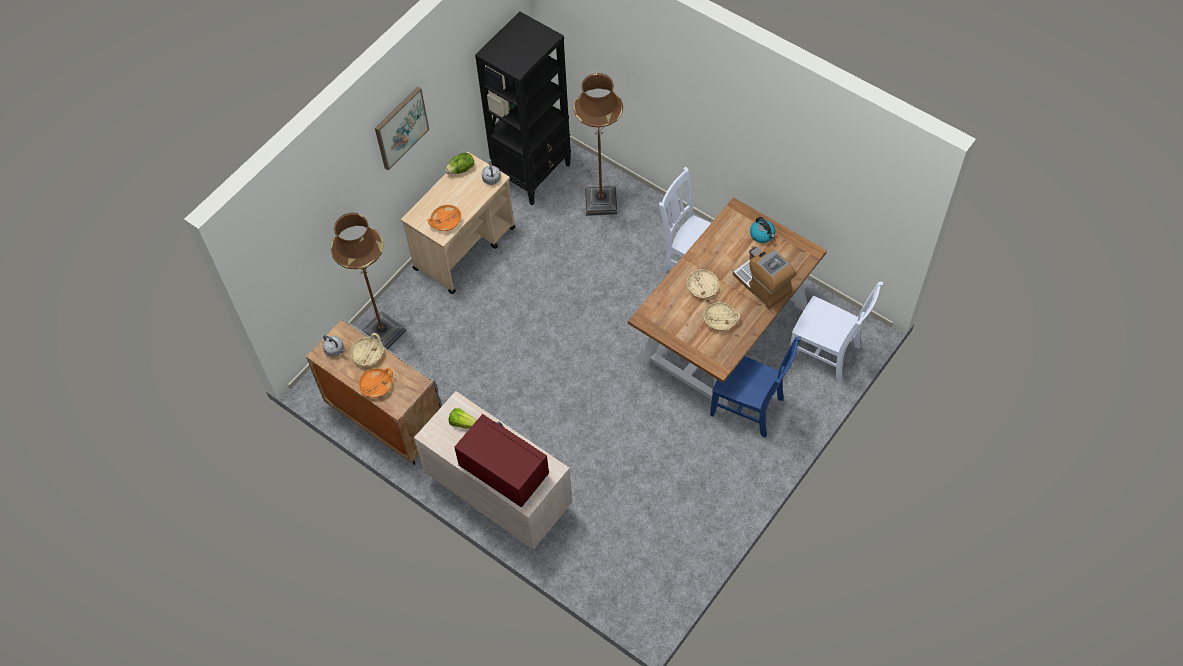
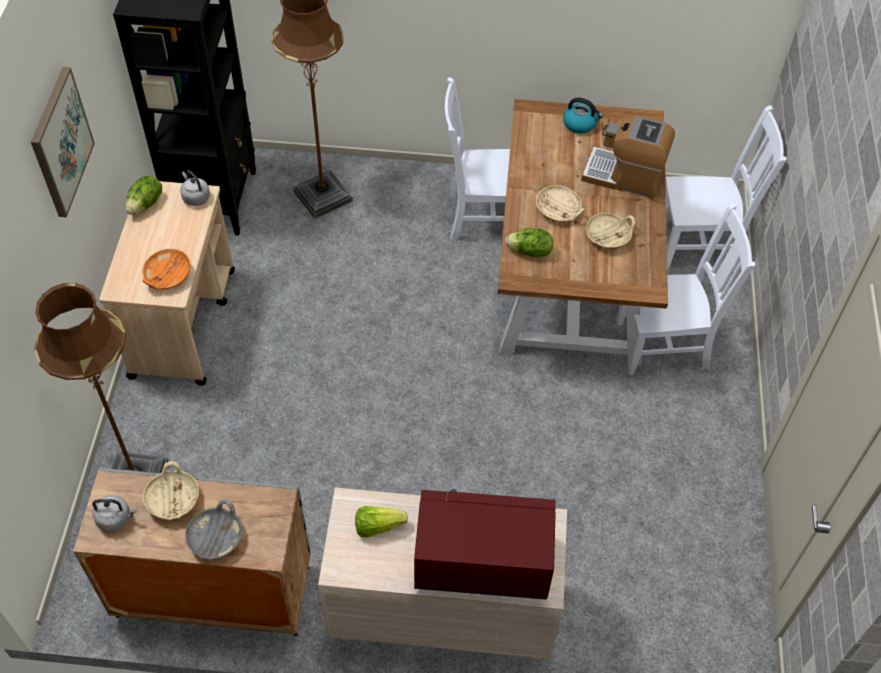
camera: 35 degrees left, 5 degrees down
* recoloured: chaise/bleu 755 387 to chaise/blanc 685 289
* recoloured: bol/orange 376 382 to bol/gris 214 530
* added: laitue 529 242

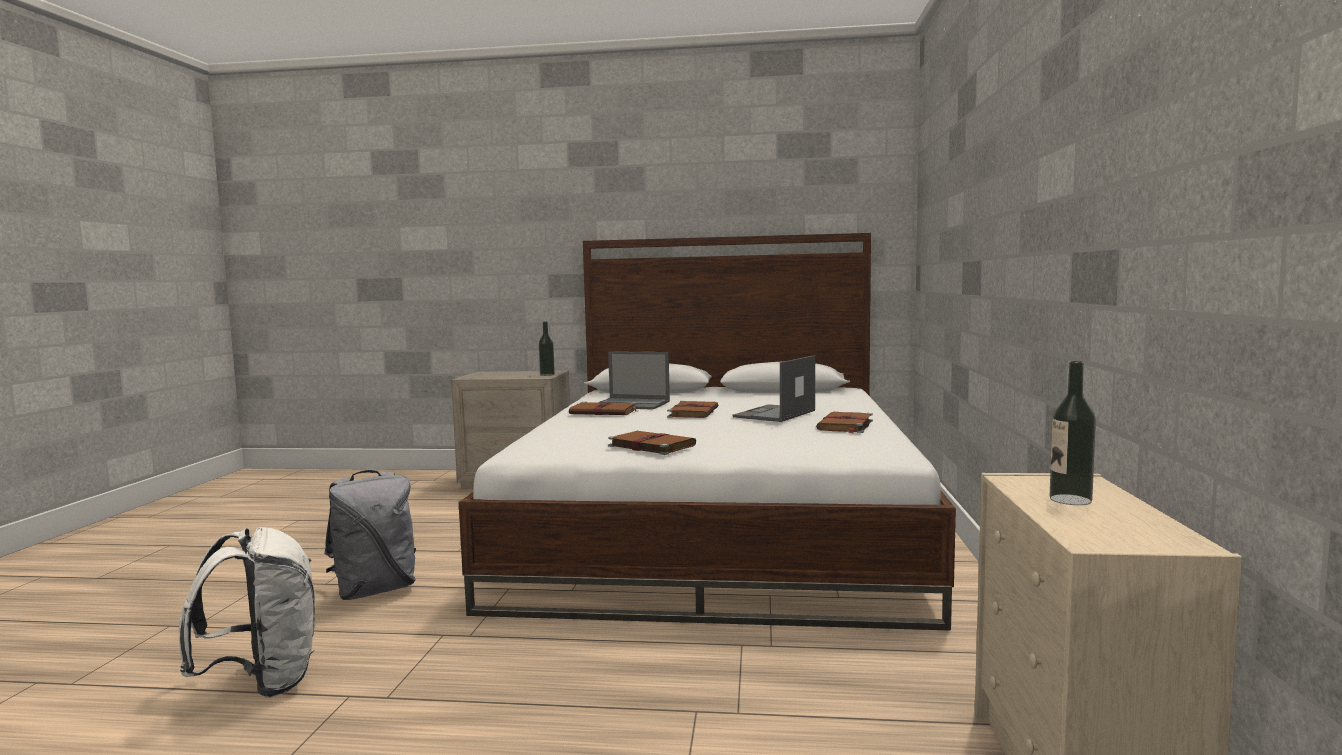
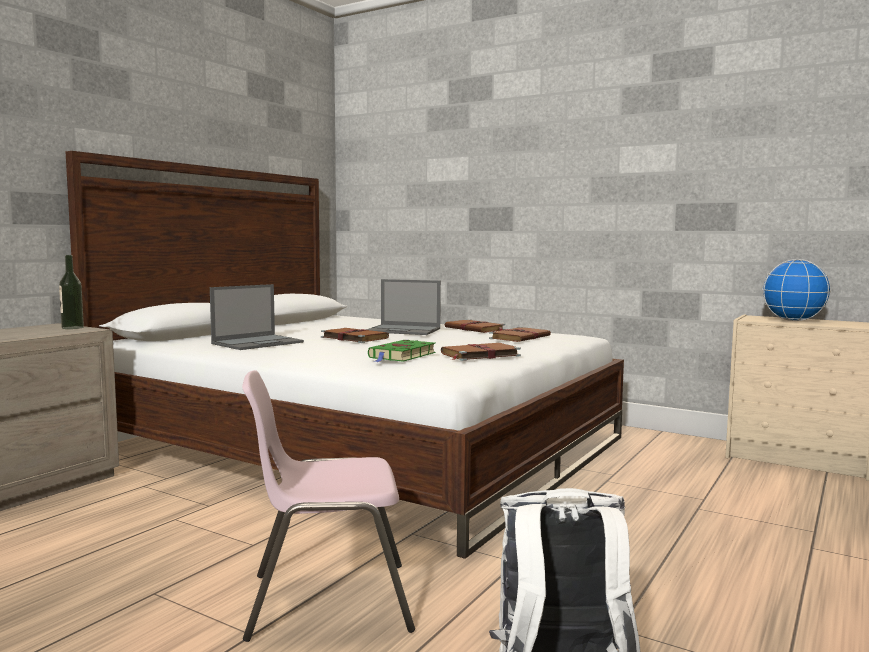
camera: 65 degrees left, 0 degrees up
* turned: ordinateur portable 774 388 = 403 307 45 degrees counterclockwise
* replaced: bouteille 1072 433 to globe 796 290
* moved: livre/marron 603 408 to 520 334
* replaced: sac à dos/gris 370 535 to chaise/rose 328 506
* added: livre/vert 402 351

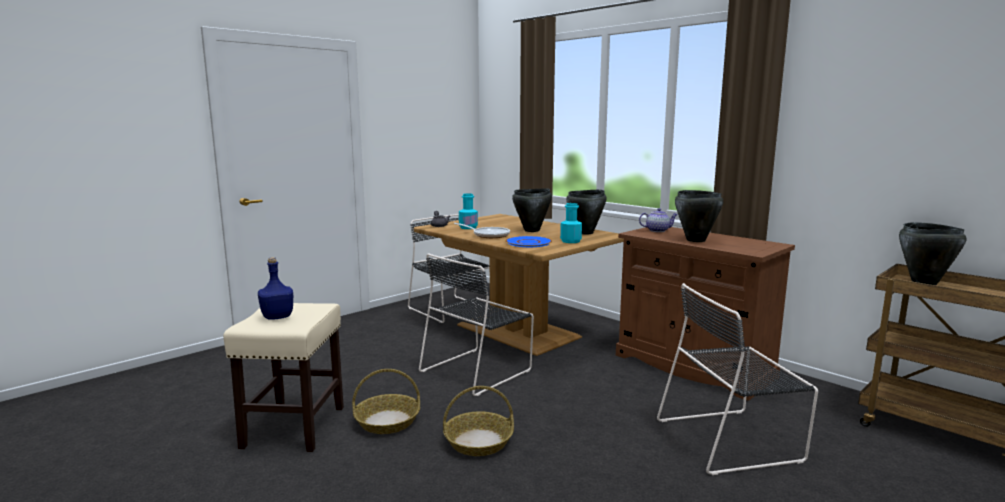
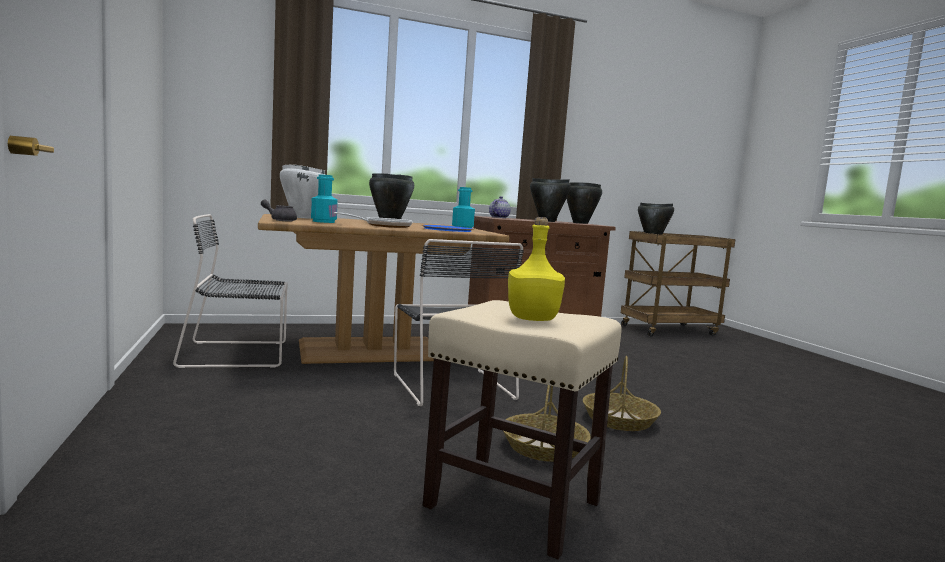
camera: 65 degrees left, 5 degrees down
* moved: marmite/noir 586 212 to 584 203
* recoloured: bouteille/bleu 275 288 to bouteille/jaune 536 269
* removed: chaise/noir 737 379
* added: marmite/blanc 303 191

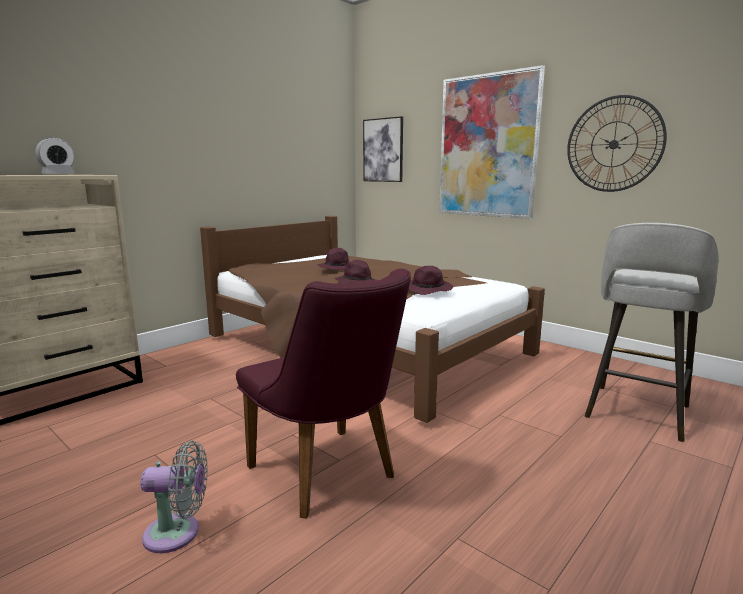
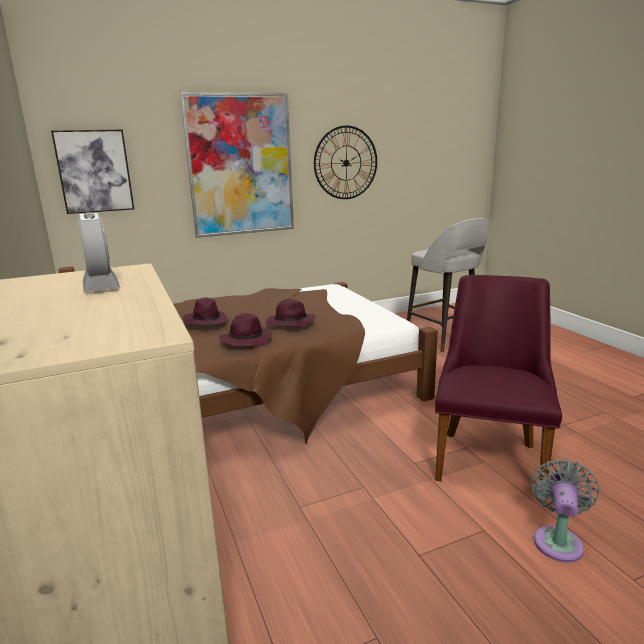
camera: 65 degrees left, 5 degrees up
* moved: chapeau/violet 430 280 to 246 329
* turned: chaise/violet 323 393 = 498 378 60 degrees counterclockwise

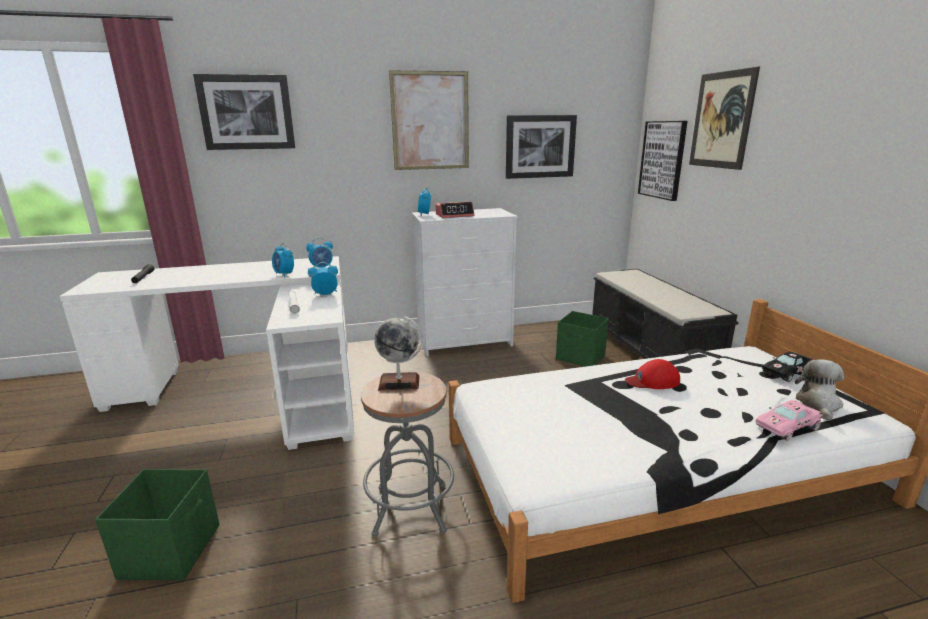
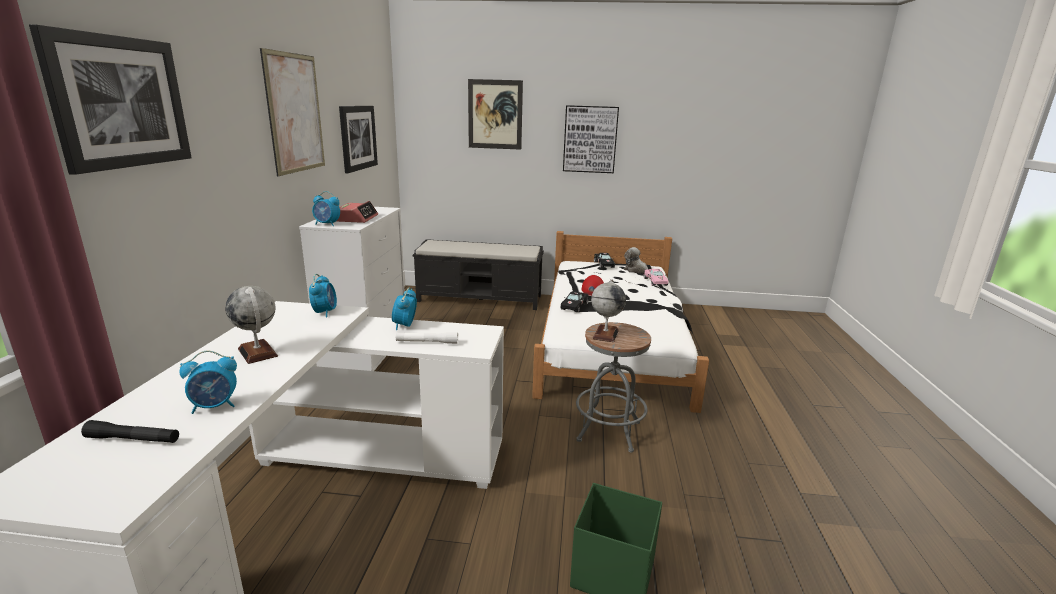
camera: 70 degrees left, 0 degrees up
* moved: tableau 663 161 to 591 139
* moved: réveil 283 260 to 208 382
* removed: boîte de rangement/vert 582 339
* added: globe 251 325
* added: petite voiture/noir 575 301

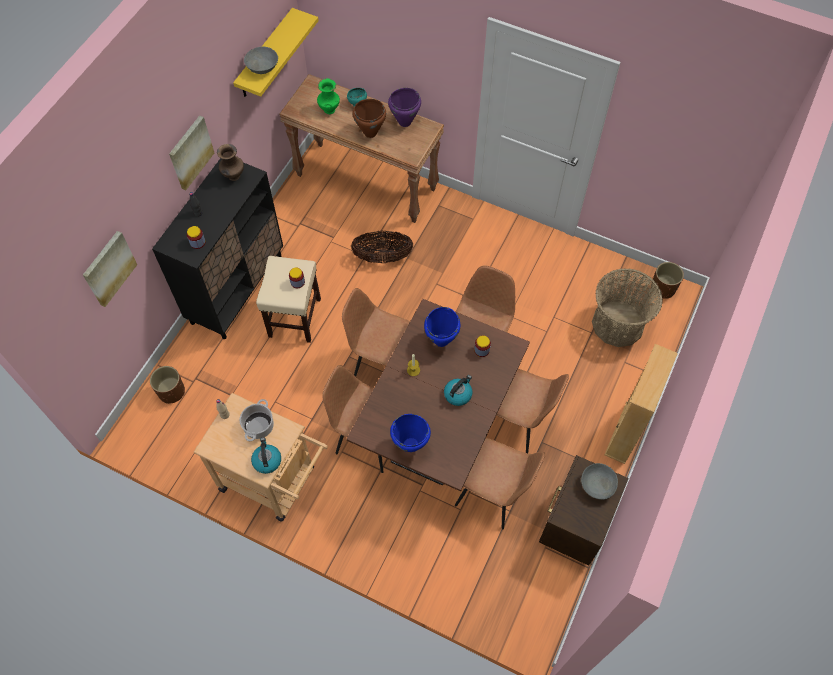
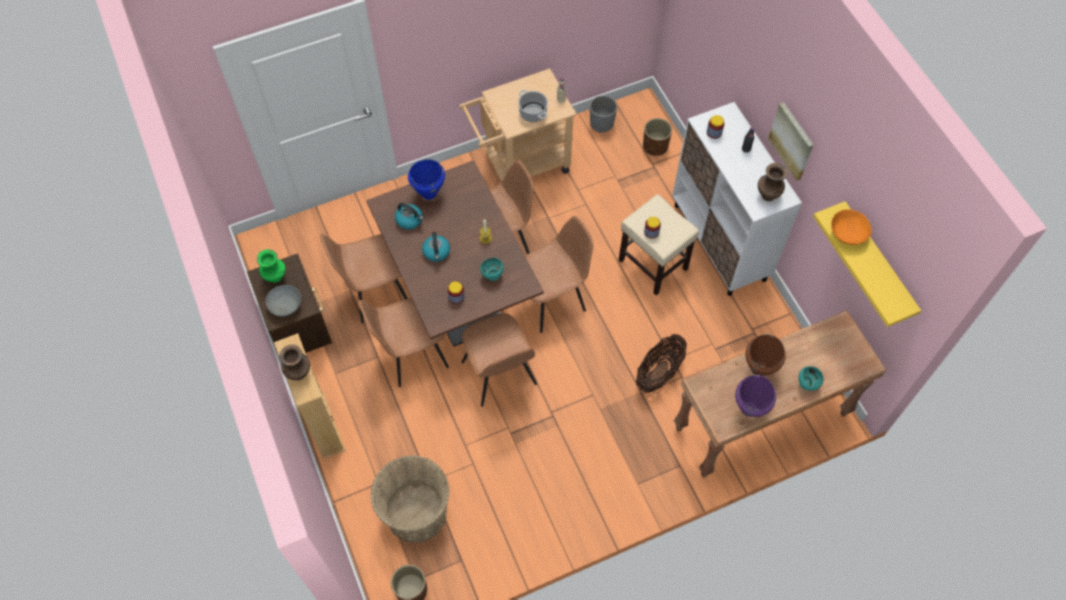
camera: 130 degrees right, 0 degrees up
* recoloured: bol/gris 261 60 to bol/orange 851 227
* moved: vase/vert 328 96 to 271 266
* recoloured: meuble de rangement/noir 217 248 to meuble de rangement/blanc 737 199
* removed: tableau 110 269
* replaced: marmite/bleu 442 327 to bol/turquoise 492 269
* moved: bouilloire 266 455 to 409 216
* added: cache-pot/gris 603 114
* added: vase/marron 294 362

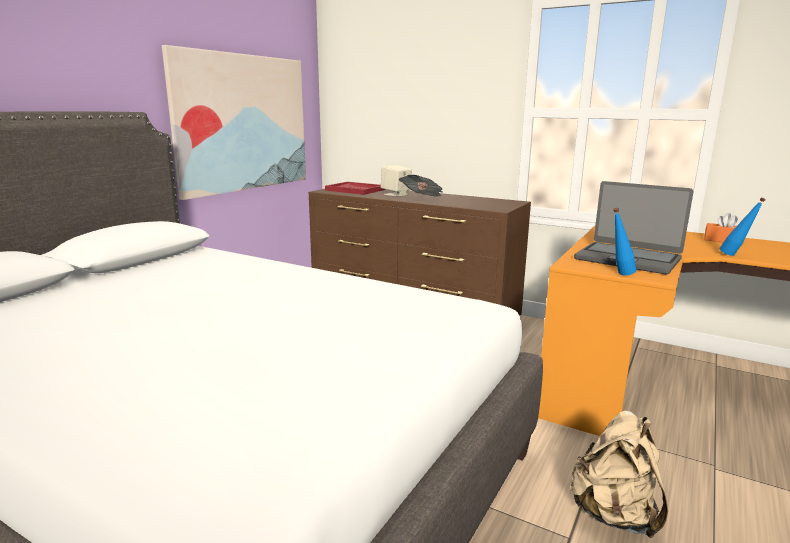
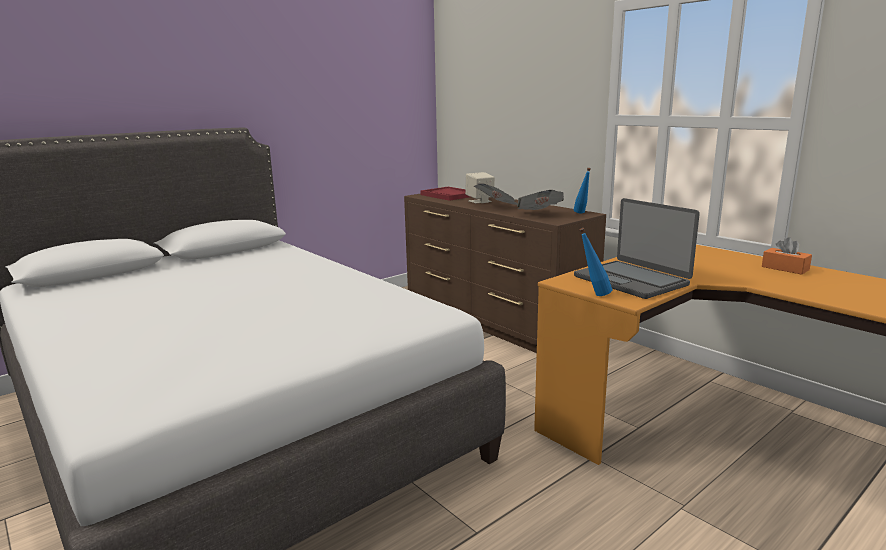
camera: 20 degrees right, 0 degrees up
* removed: tableau 234 122
* moved: bouteille/bleu 743 227 to 582 190
* removed: sac à dos/beige 618 474
* added: journal 540 200

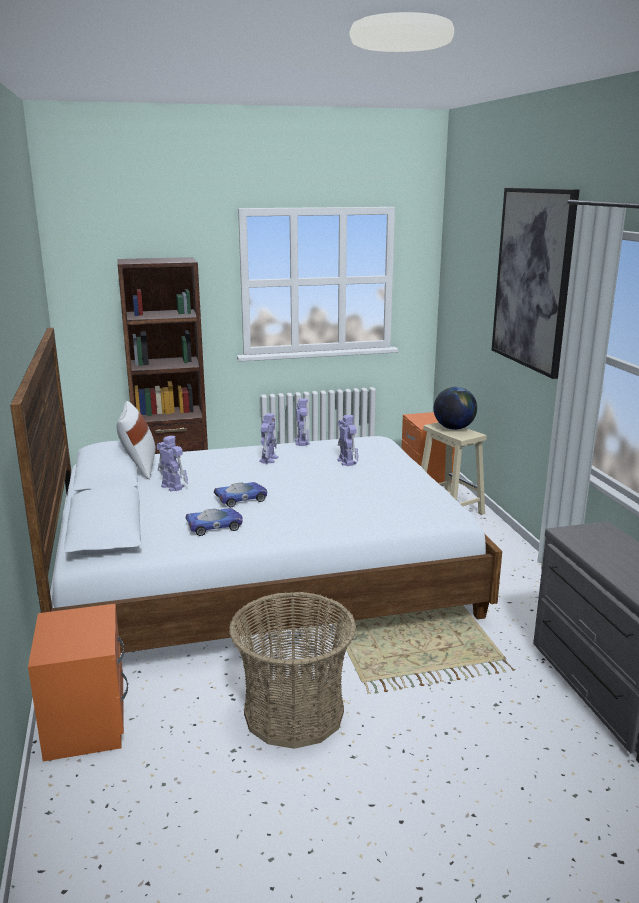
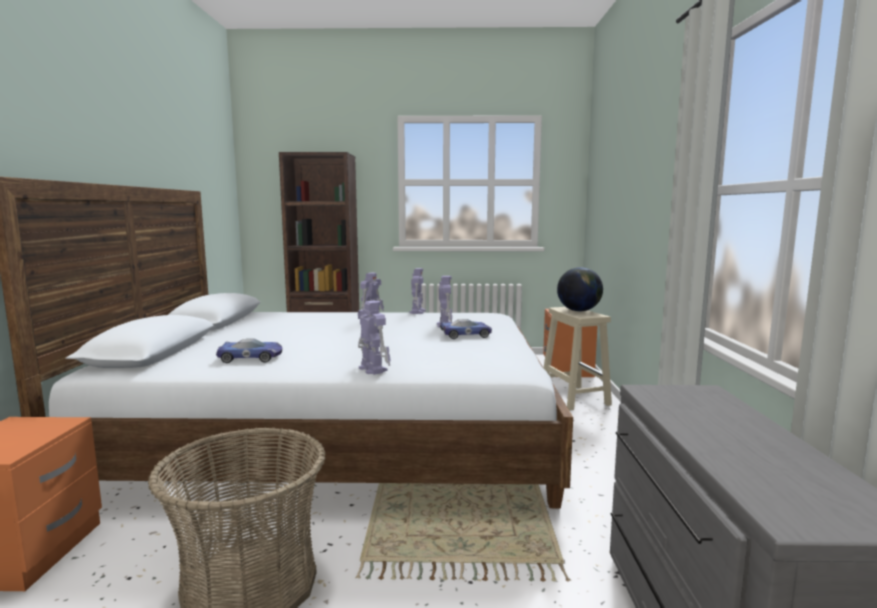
camera: 15 degrees right, 10 degrees down
* removed: tableau 536 283
* removed: coussin/blanc 136 440
* moved: robot jouet 172 463 to 374 338
* moved: petite voiture 240 494 to 466 329

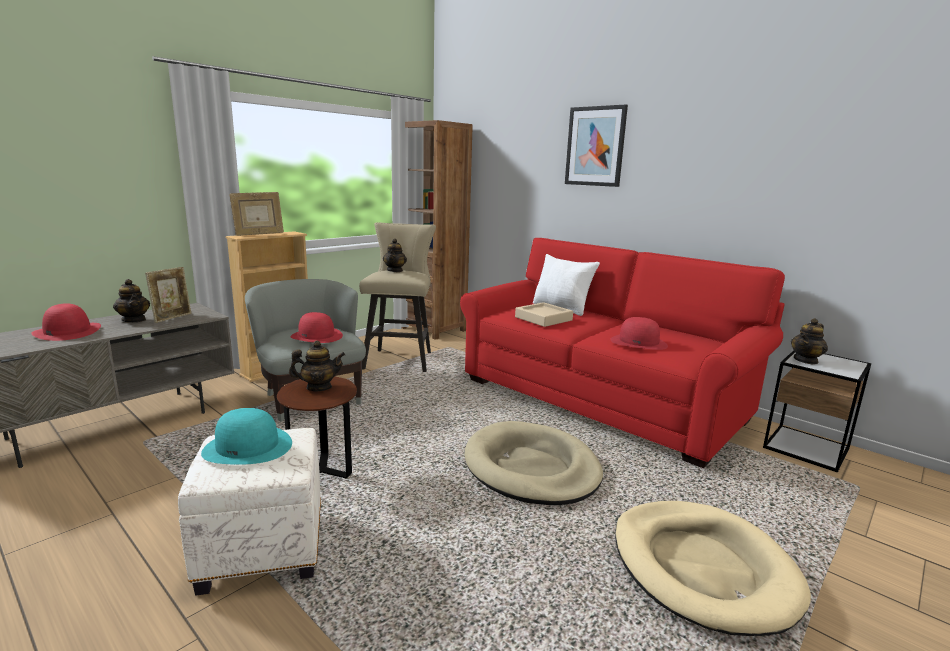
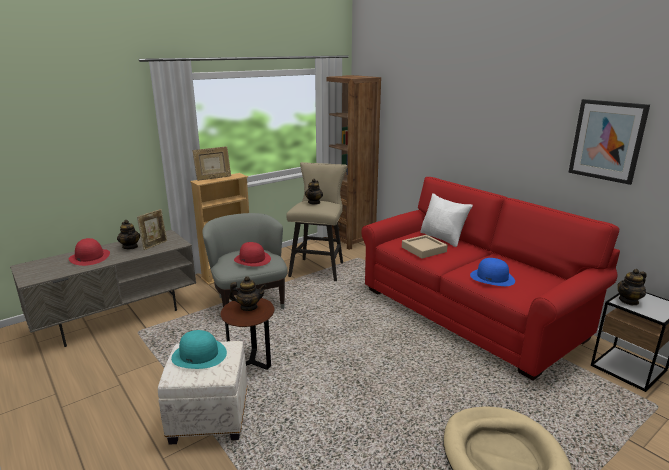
camera: 10 degrees right, 5 degrees up
* moved: tableau 596 146 to 609 142
* recoloured: chapeau/rouge 639 333 to chapeau/bleu 492 272
* removed: panier pour chien/beige 534 463

